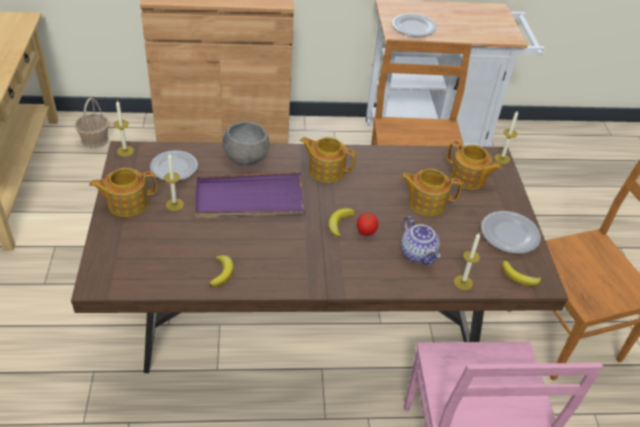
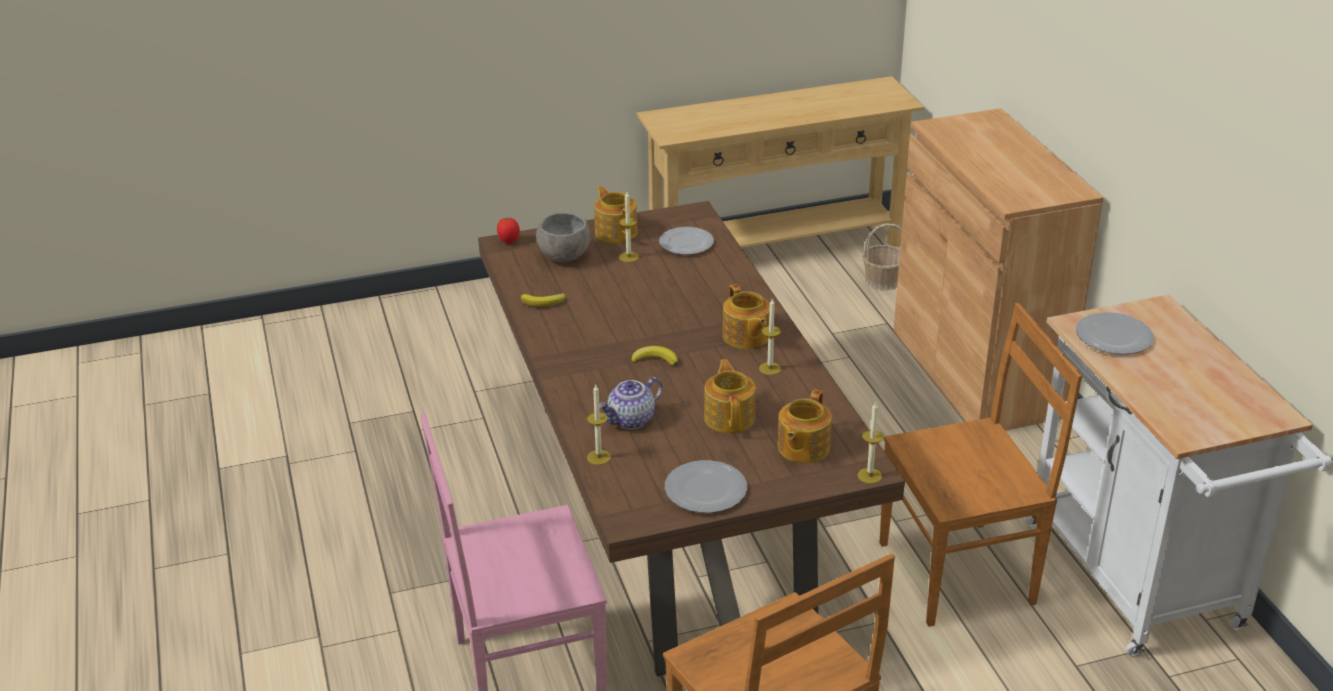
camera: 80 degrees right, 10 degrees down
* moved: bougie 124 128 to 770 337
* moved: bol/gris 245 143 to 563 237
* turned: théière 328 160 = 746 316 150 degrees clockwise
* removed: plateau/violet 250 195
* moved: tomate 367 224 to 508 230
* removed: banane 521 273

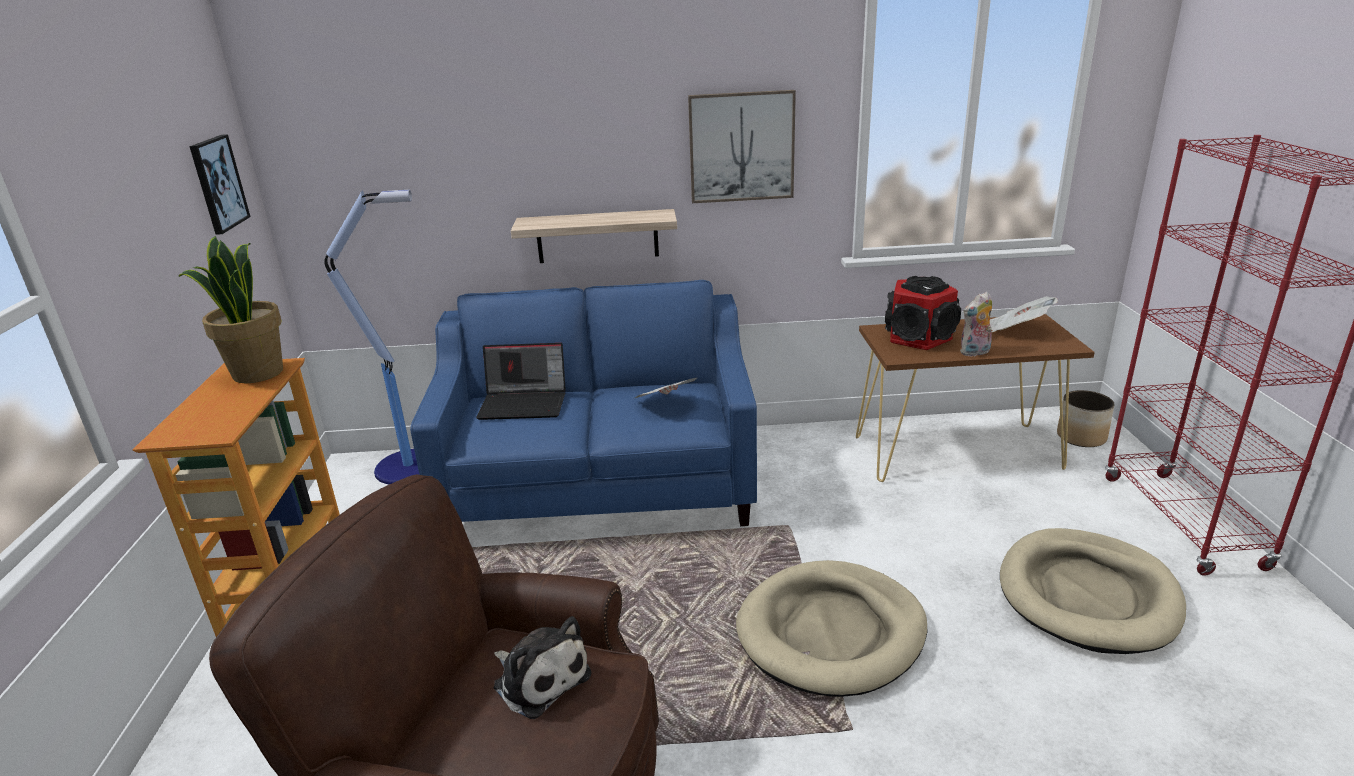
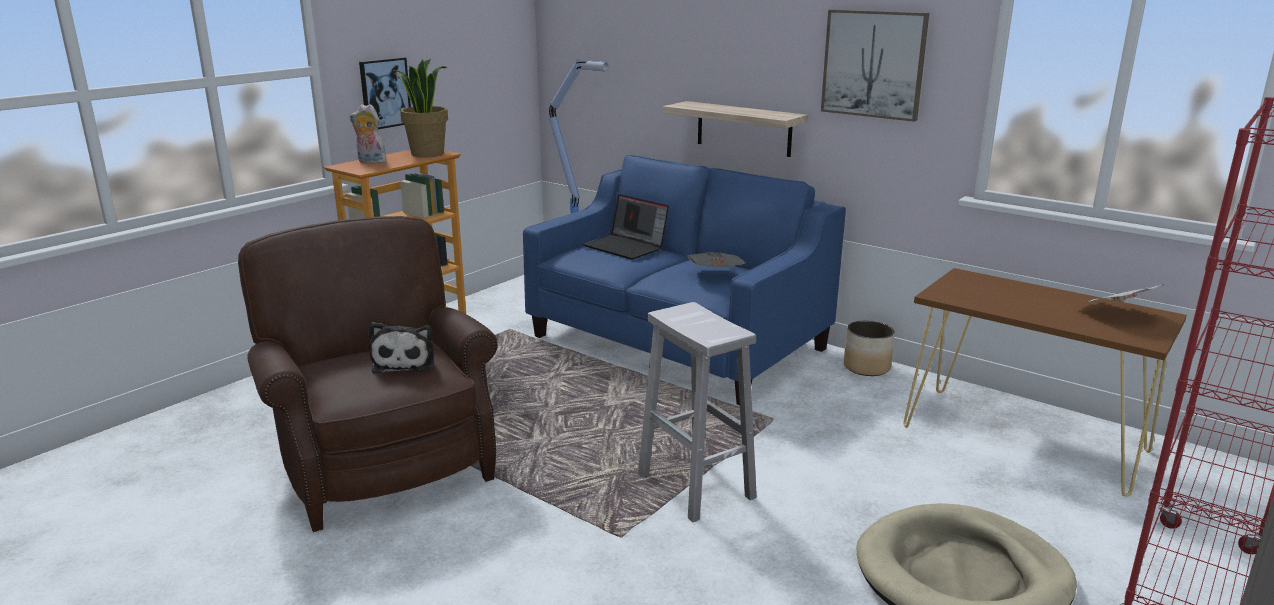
camera: 40 degrees right, 5 degrees down
* moved: tableau 220 184 to 385 93
* removed: enceinte 923 313
* moved: peluche 976 324 to 368 134
* moved: cache-pot 1086 418 to 869 348
* replaced: panier pour chien/beige 832 628 to tabouret/blanc 697 412

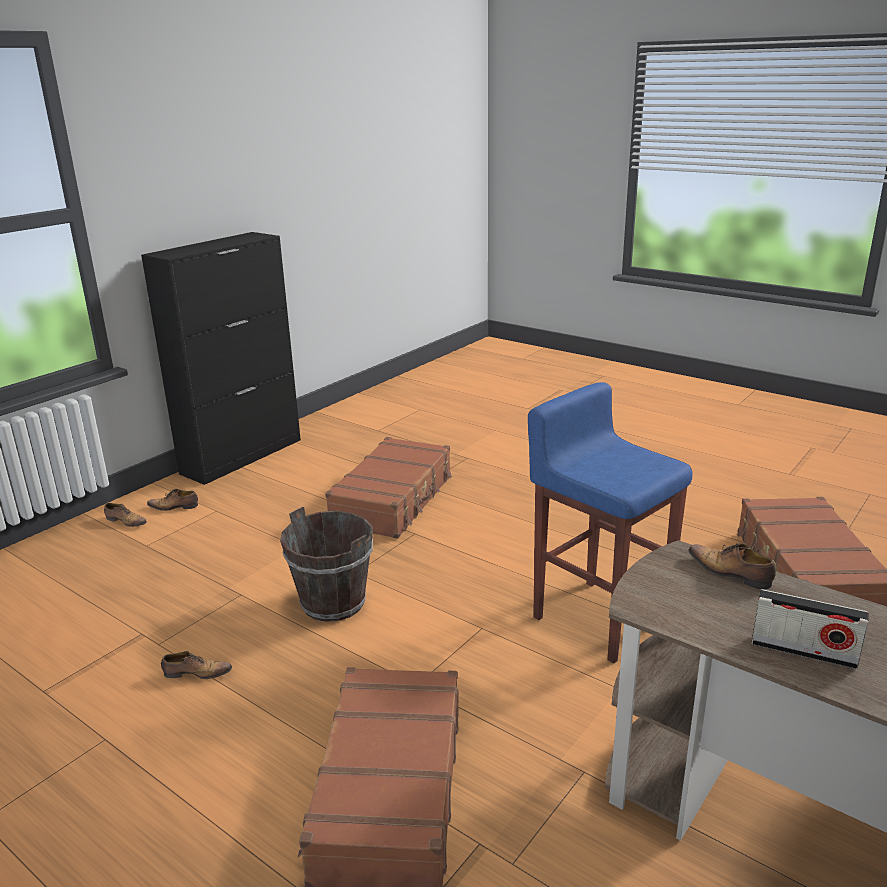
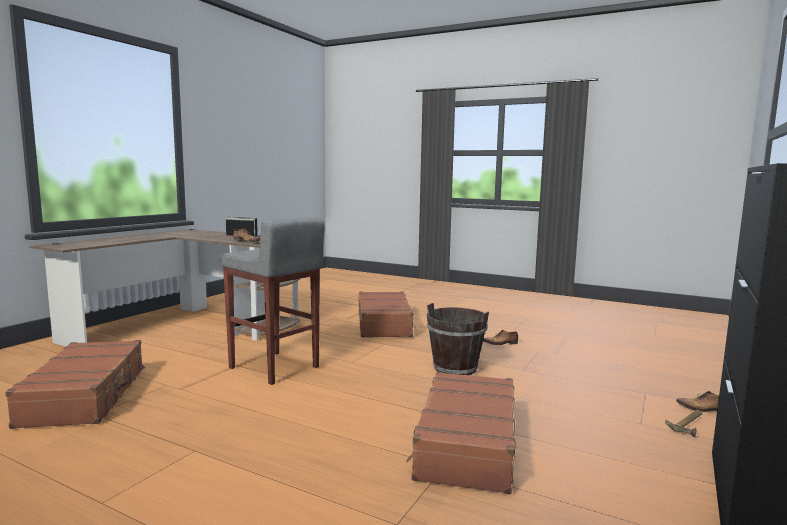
camera: 170 degrees right, 15 degrees down
* recoloured: tabouret/bleu 610 522 to tabouret/gris 273 301
* replaced: chaussure 172 500 to marteau 684 424

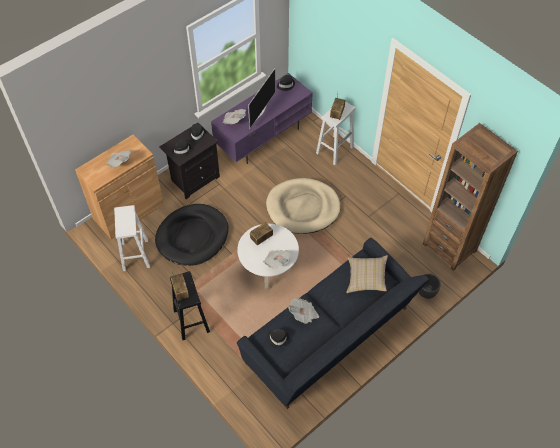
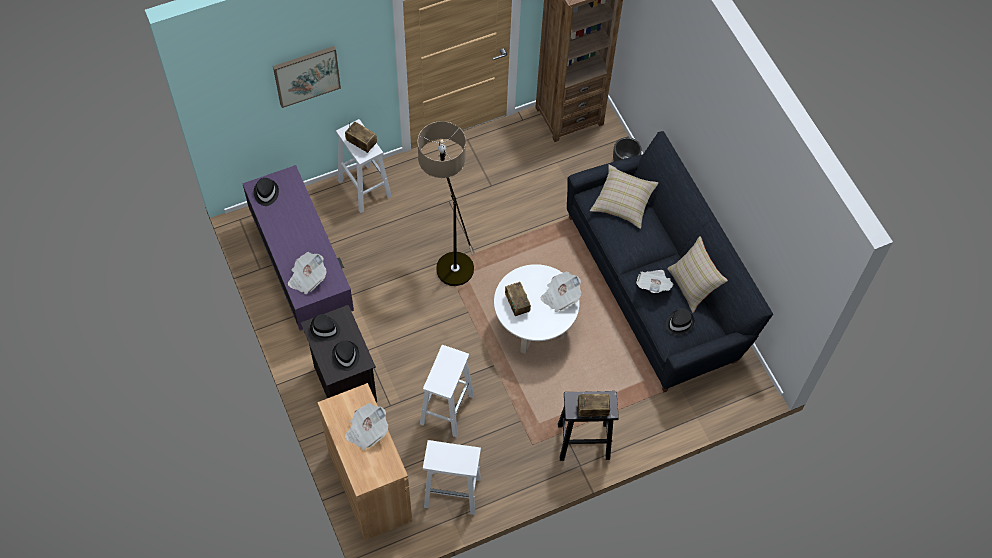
camera: 75 degrees left, 5 degrees up
* removed: téléviseur 262 98
* replaced: panier pour chien/beige 303 206 to lampadaire 445 203
* replaced: panier pour chien/noir 192 235 to tabouret/blanc 447 391
* added: tableau 307 77
* added: coussin/beige 697 274

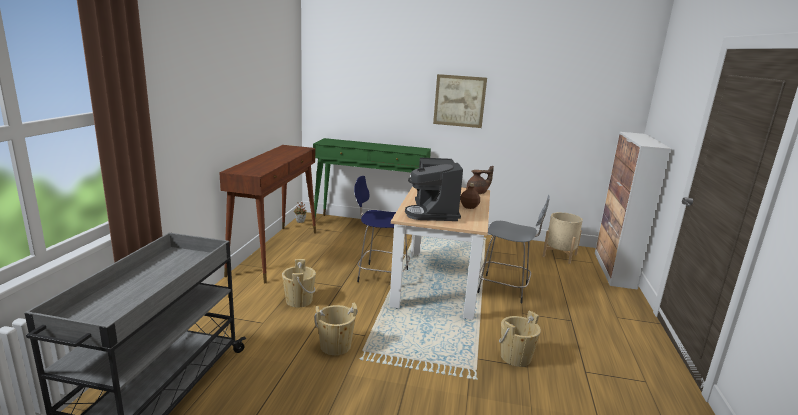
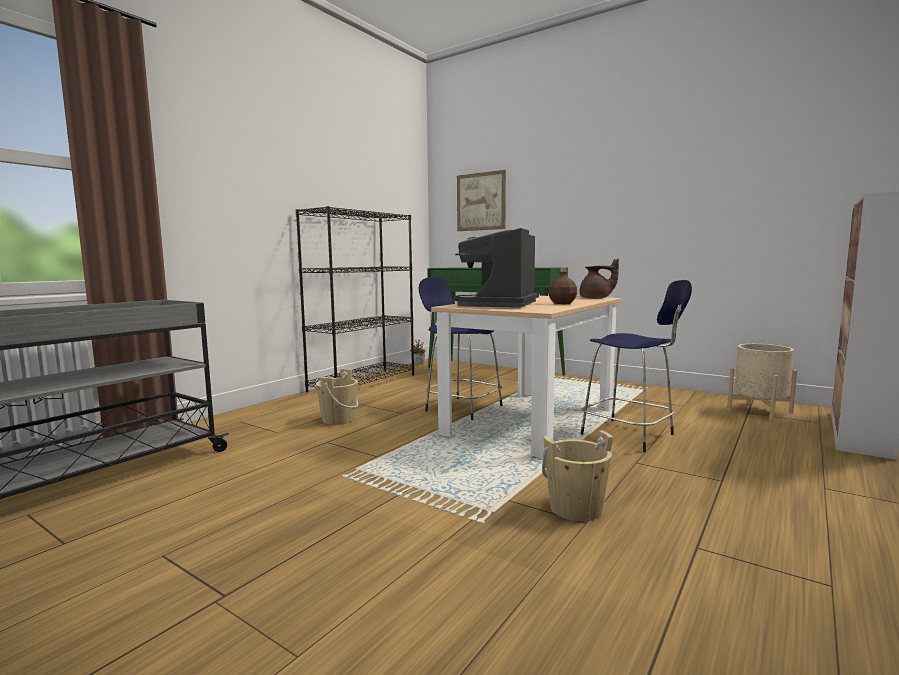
camera: 25 degrees right, 10 degrees down
* moved: tableau 460 101 to 481 200
* replaced: table console/marron 267 214 to bibliothèque/noir 355 299
* recoloured: tabouret/gris 513 249 to tabouret/bleu 636 366
* removed: seau/beige 336 329

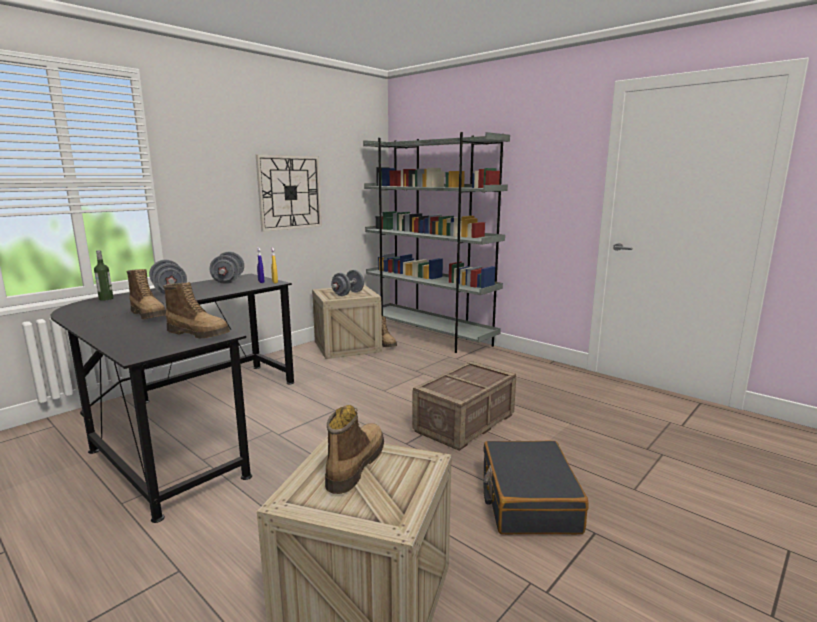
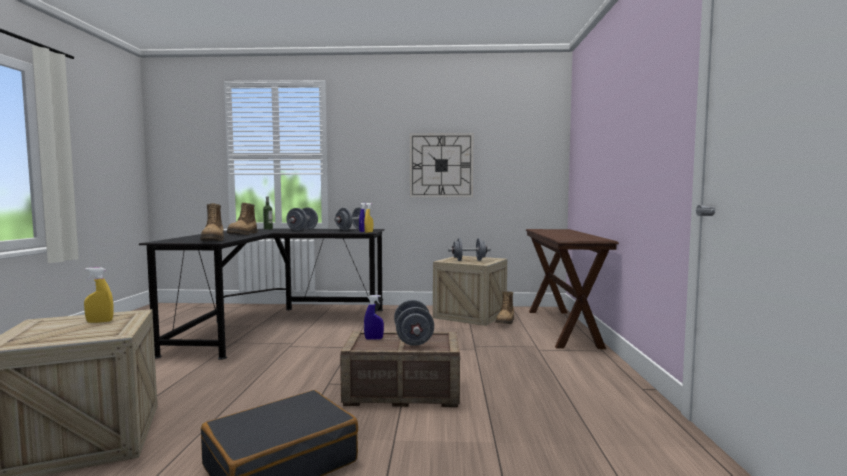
camera: 50 degrees right, 10 degrees down
* replaced: bibliothèque/gris 436 242 to table console/marron 572 289
* replaced: botte 354 449 to vaporisateur/jaune 99 295
* added: vaporisateur/bleu 374 317
* added: haltère/gris 414 323

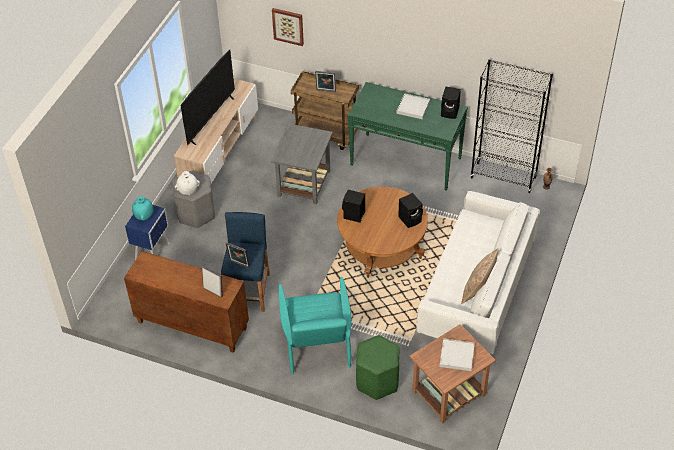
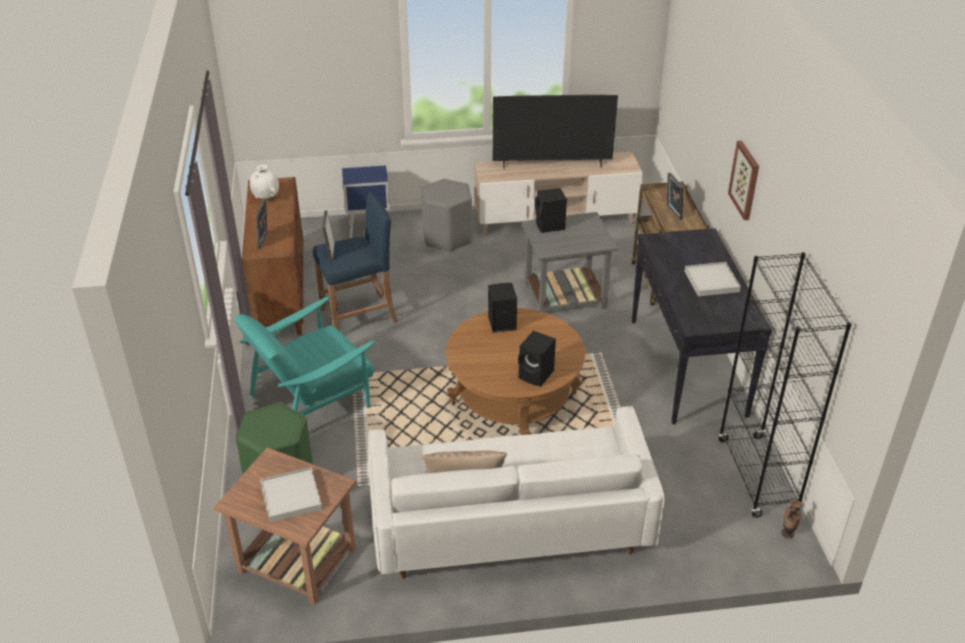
camera: 60 degrees right, 10 degrees down
* moved: tableau 288 27 to 743 180
* recoloured: table console/vert 407 136 to table console/noir 701 326
* moved: enceinte/noir 451 103 to 551 210
* moved: vase/blanc 187 183 to 264 181
* removed: vase/turquoise 143 208

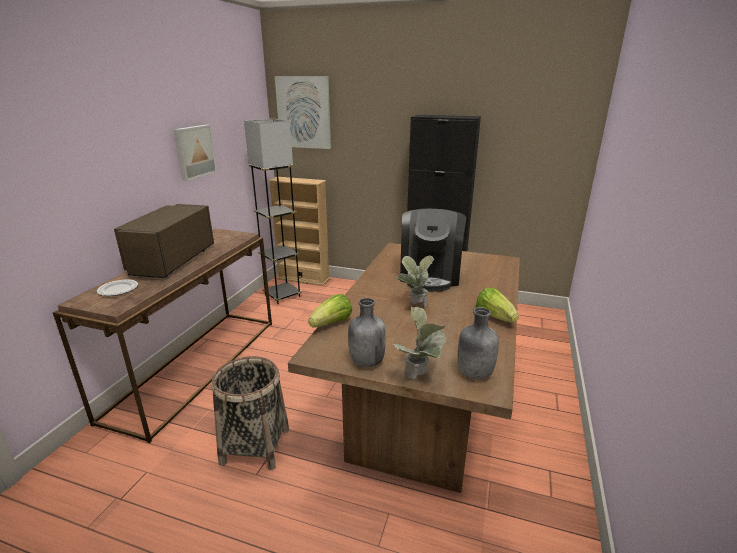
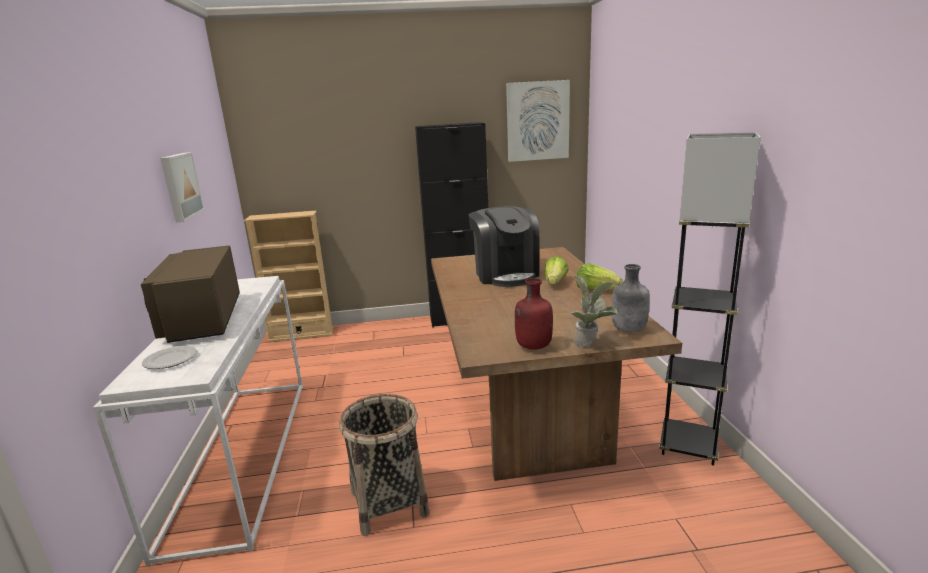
camera: 25 degrees left, 5 degrees down
* moved: tableau 303 113 to 538 121
* moved: lampadaire/gris 273 211 to 710 299
* recoloured: table console/marron 162 336 to table console/blanc 198 421
* removed: plante en pot 415 281
* moved: laitue 330 311 to 556 270
* recoloured: bouteille/gris 367 332 to bouteille/rouge 534 314

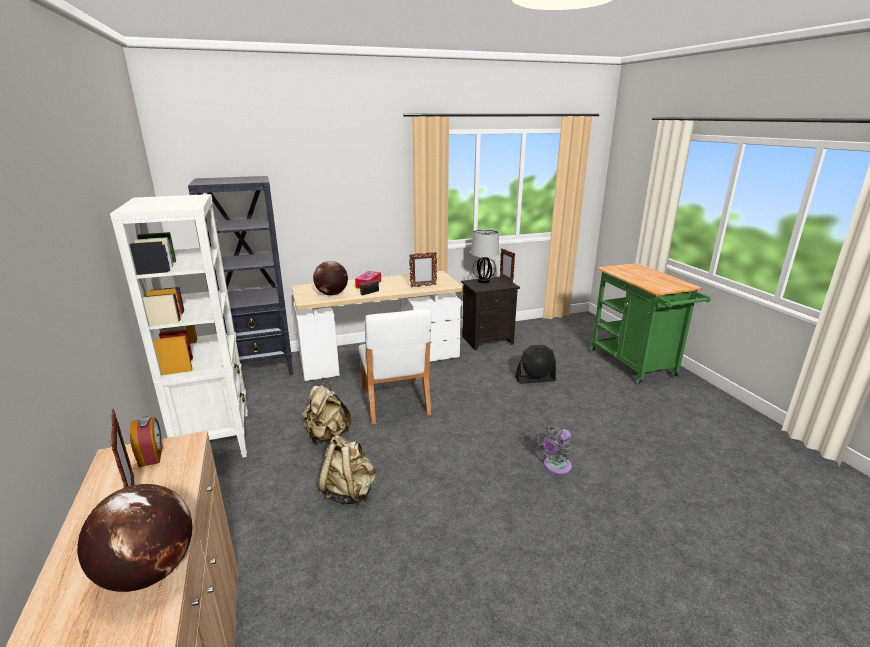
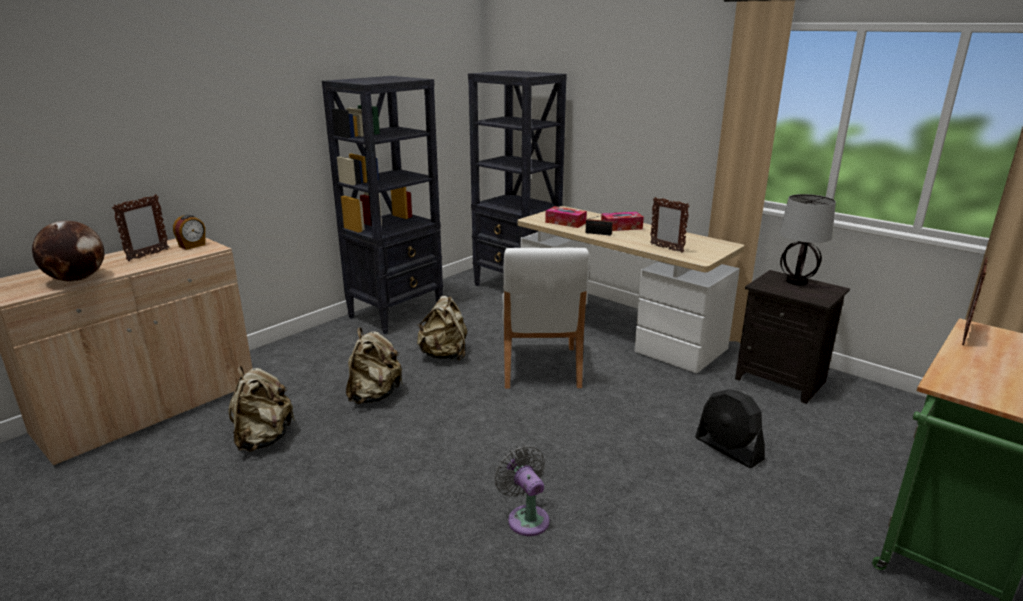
camera: 60 degrees right, 0 degrees up
* recoloured: bibliothèque/blanc 179 326 to bibliothèque/noir 382 205
* moved: cadre photo 507 266 to 975 301
* replaced: globe 330 278 to boîte à mouchoirs 566 217
* turned: chaise/blanc 395 366 = 545 318 45 degrees counterclockwise
* turned: ventilateur/gris 554 449 = 522 490 45 degrees clockwise
* added: sac à dos/beige 261 409

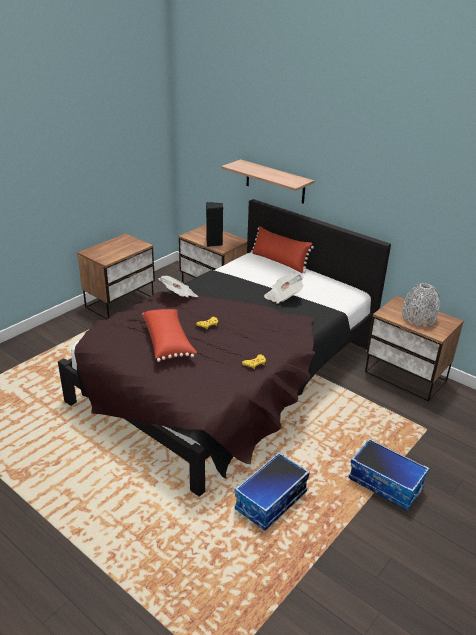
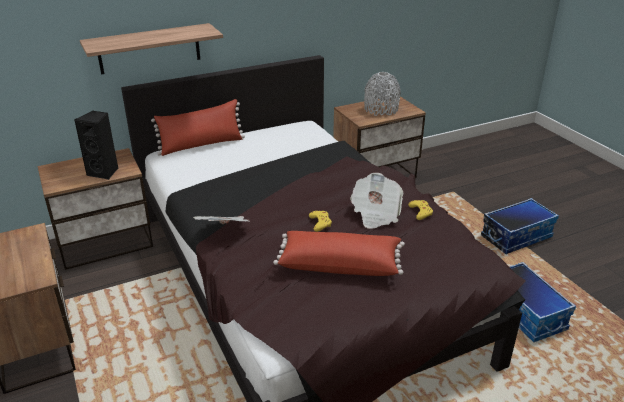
camera: 65 degrees left, 0 degrees up
* moved: journal 284 288 to 377 201

